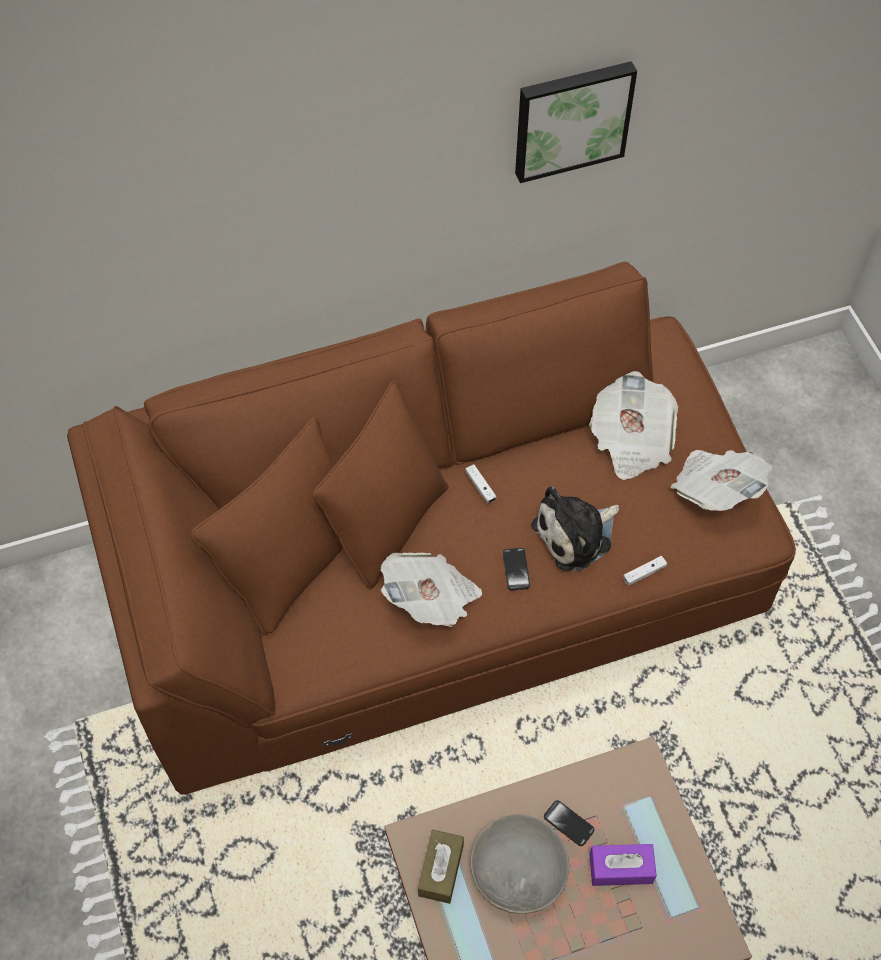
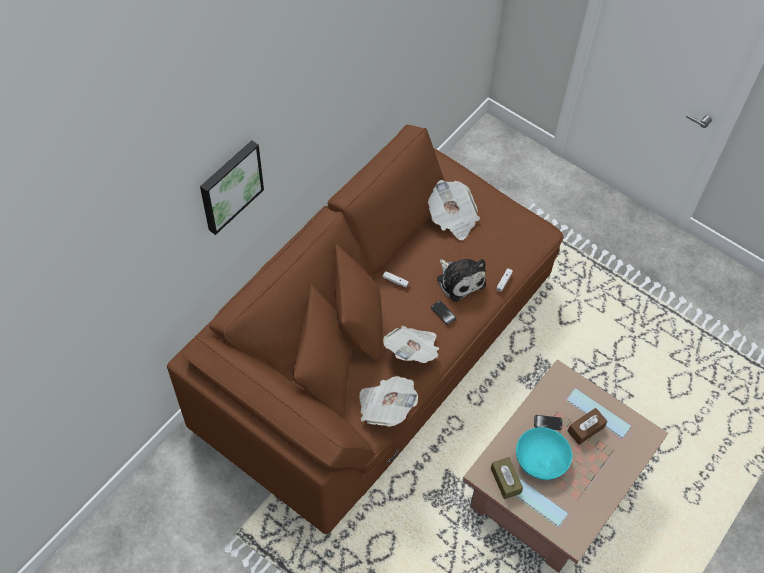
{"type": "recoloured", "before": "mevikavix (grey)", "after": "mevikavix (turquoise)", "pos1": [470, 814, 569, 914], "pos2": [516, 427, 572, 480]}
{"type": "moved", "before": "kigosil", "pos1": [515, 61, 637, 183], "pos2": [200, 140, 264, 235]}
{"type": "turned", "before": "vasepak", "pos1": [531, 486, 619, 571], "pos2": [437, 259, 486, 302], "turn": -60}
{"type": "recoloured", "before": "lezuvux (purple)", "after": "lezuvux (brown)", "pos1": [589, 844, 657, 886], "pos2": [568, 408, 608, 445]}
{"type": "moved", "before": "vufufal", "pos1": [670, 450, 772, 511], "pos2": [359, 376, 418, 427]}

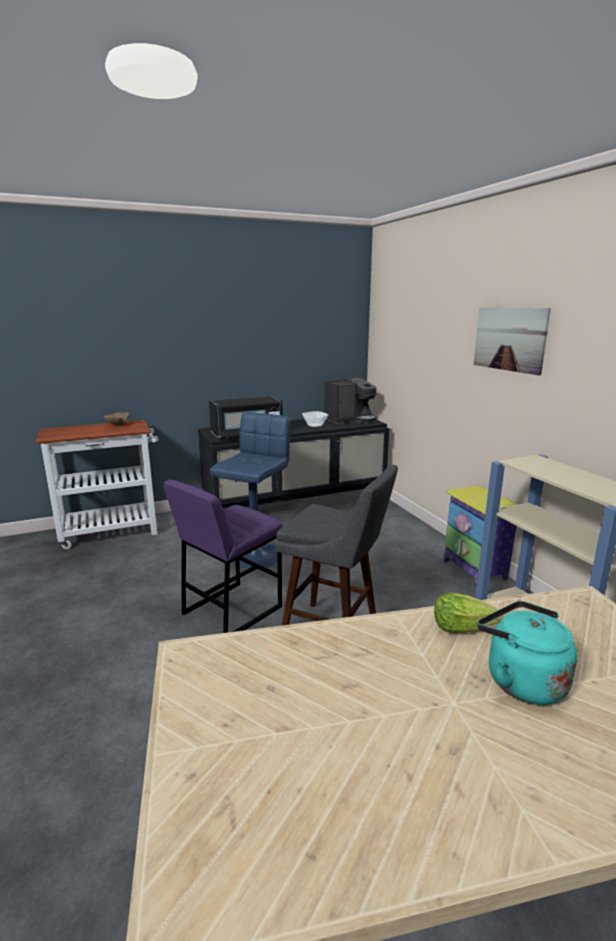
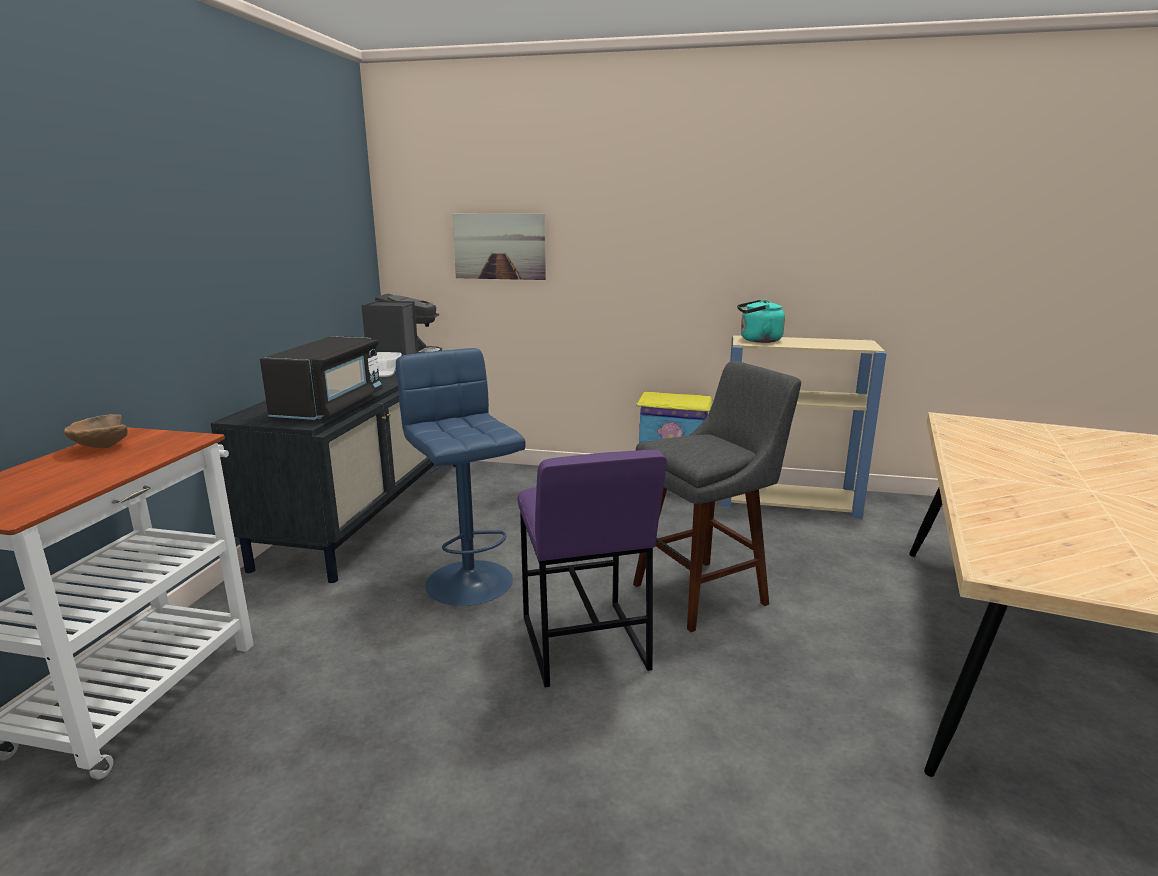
{"type": "removed", "before": "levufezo", "pos1": [434, 592, 503, 633]}
{"type": "moved", "before": "kigosil", "pos1": [474, 307, 551, 375], "pos2": [452, 213, 546, 280]}
{"type": "moved", "before": "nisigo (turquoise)", "pos1": [477, 601, 578, 705], "pos2": [737, 299, 785, 343]}

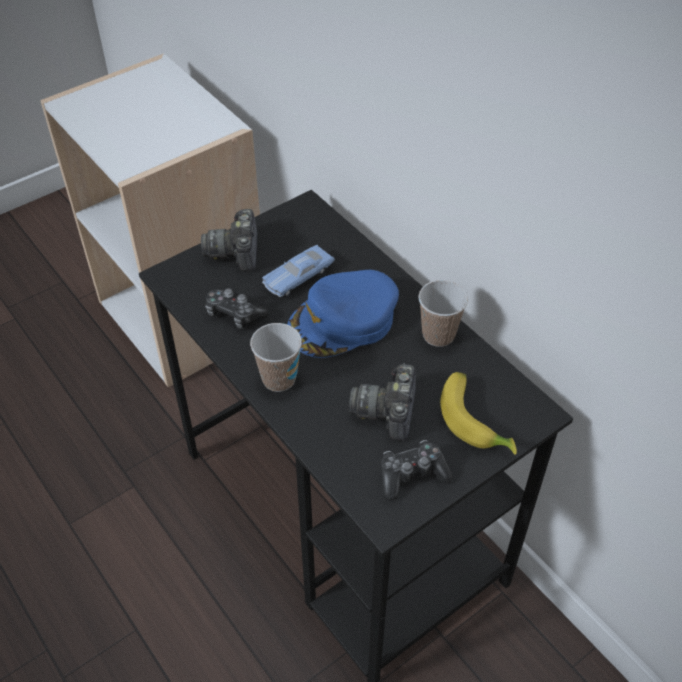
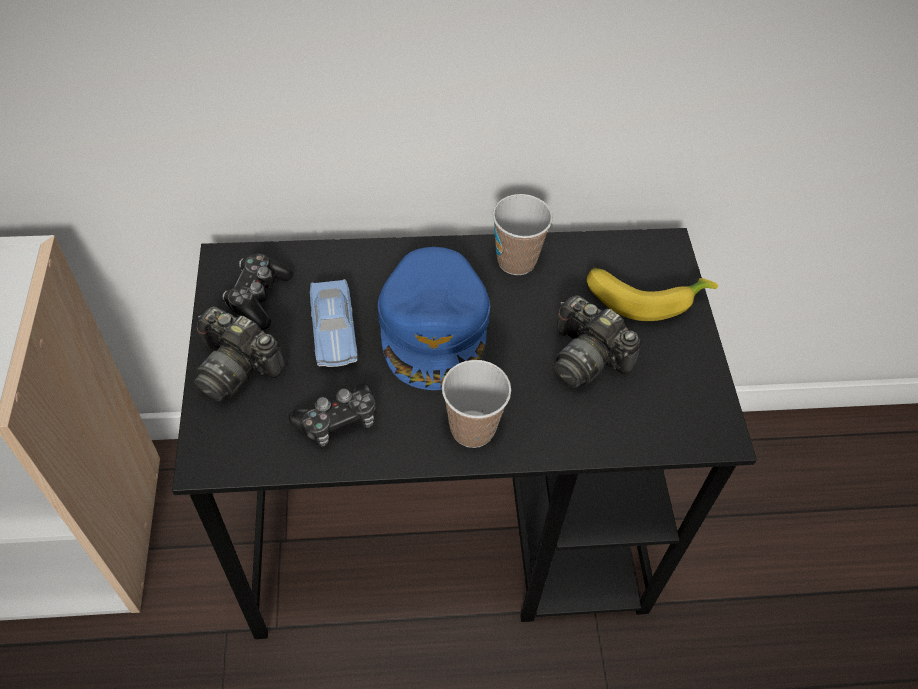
{"type": "moved", "before": "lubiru", "pos1": [381, 440, 453, 501], "pos2": [222, 254, 293, 330]}

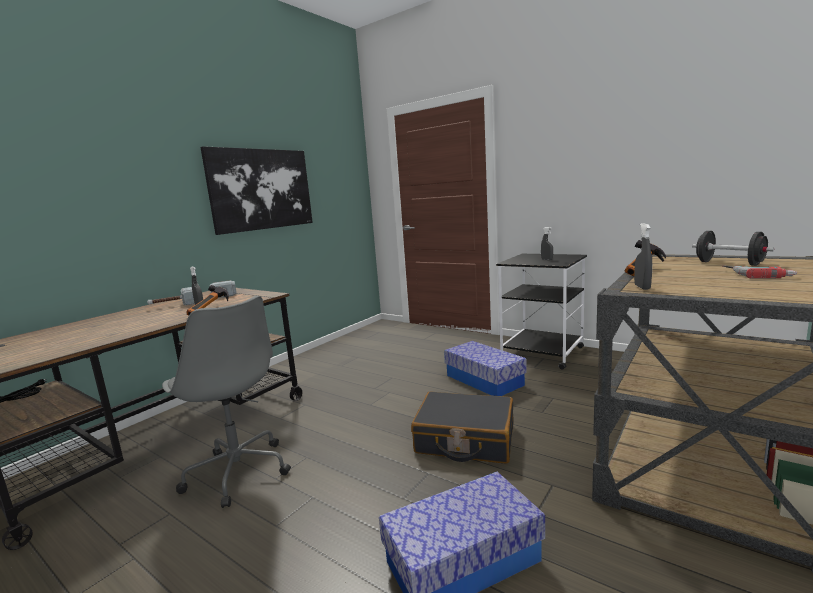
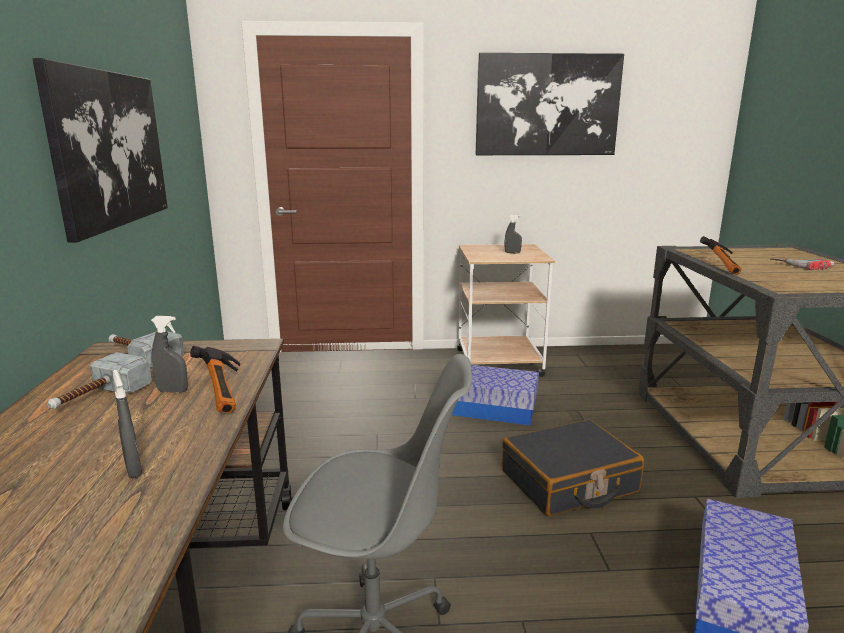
{"type": "recoloured", "before": "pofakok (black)", "after": "pofakok (beige)", "pos1": [496, 254, 587, 369], "pos2": [457, 244, 555, 377]}
{"type": "moved", "before": "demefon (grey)", "pos1": [634, 223, 652, 290], "pos2": [113, 370, 142, 478]}
{"type": "removed", "before": "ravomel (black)", "pos1": [692, 231, 774, 266]}
{"type": "added", "after": "kigosil", "pos2": [476, 53, 624, 155]}

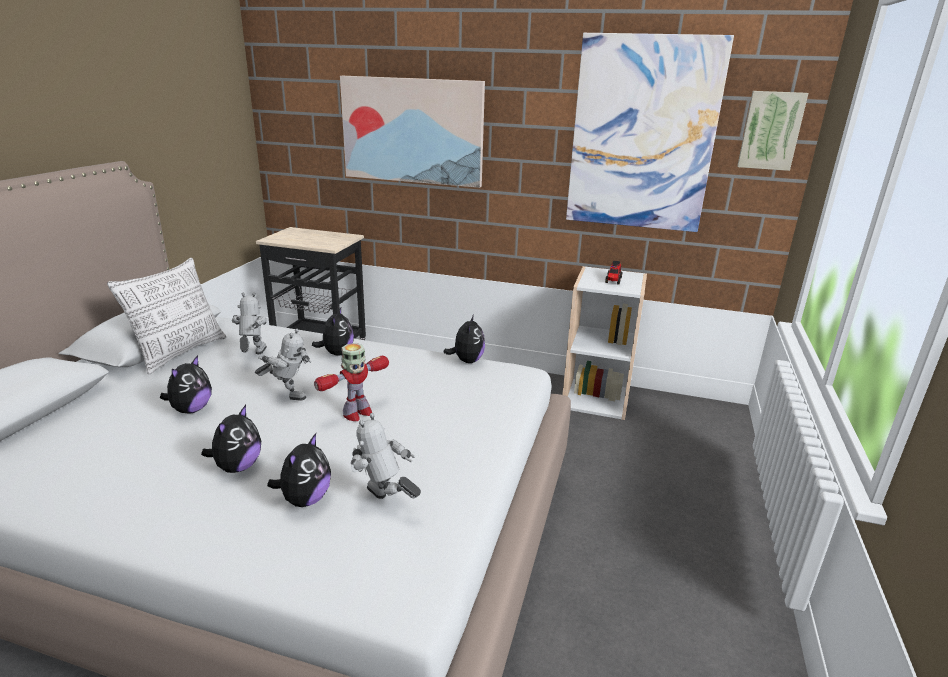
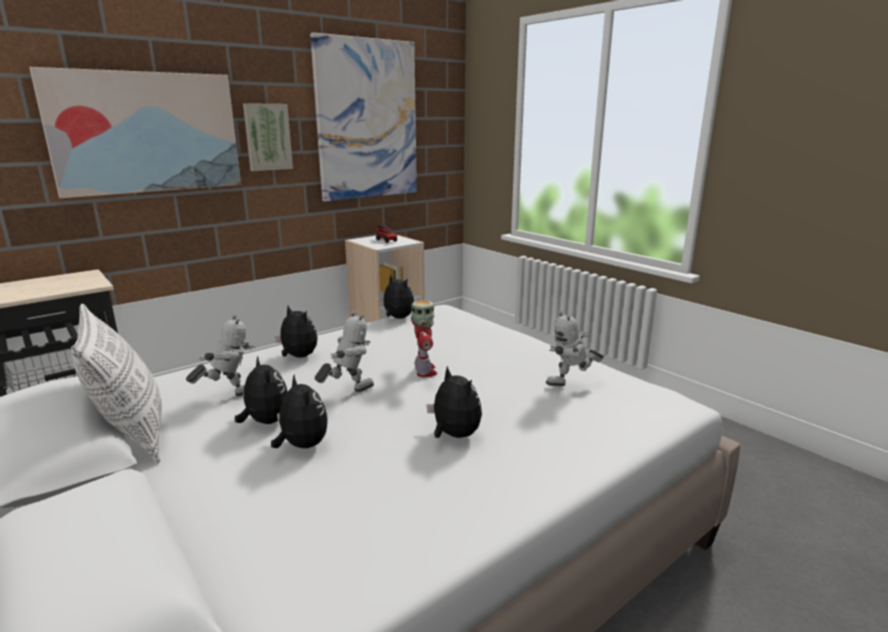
{"type": "turned", "before": "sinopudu", "pos1": [232, 292, 267, 354], "pos2": [186, 314, 256, 396], "turn": 120}
{"type": "moved", "before": "vasepak", "pos1": [267, 433, 331, 507], "pos2": [235, 356, 288, 424]}
{"type": "moved", "before": "kigosil", "pos1": [737, 91, 808, 171], "pos2": [243, 103, 293, 171]}

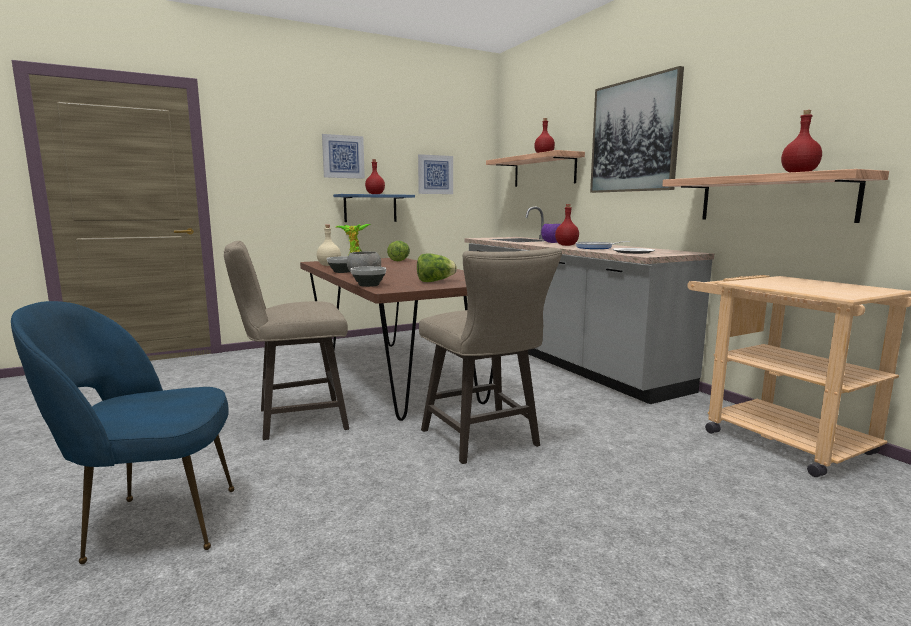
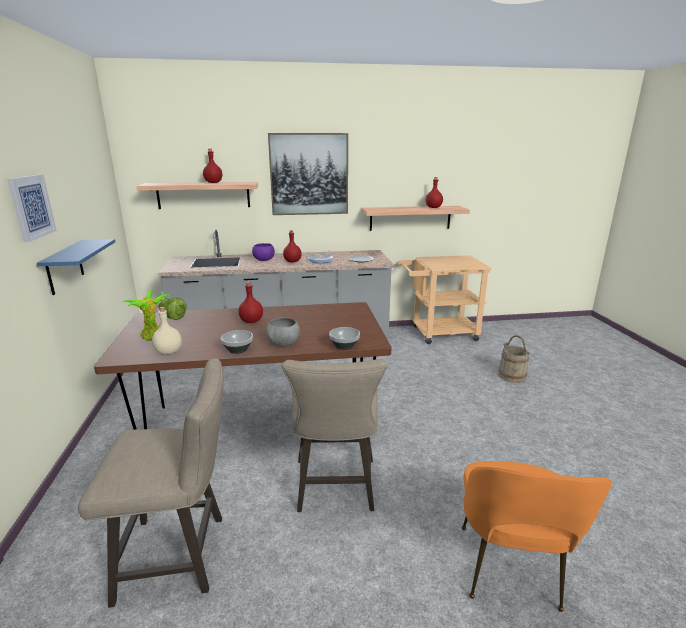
{"type": "recoloured", "before": "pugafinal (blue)", "after": "pugafinal (orange)", "pos1": [11, 301, 234, 564], "pos2": [462, 461, 612, 612]}
{"type": "moved", "before": "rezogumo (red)", "pos1": [365, 159, 385, 194], "pos2": [238, 282, 263, 323]}
{"type": "removed", "before": "levufezo", "pos1": [417, 253, 457, 282]}
{"type": "removed", "before": "kigosil", "pos1": [418, 154, 453, 194]}
{"type": "moved", "before": "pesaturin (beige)", "pos1": [419, 248, 562, 464], "pos2": [78, 358, 224, 608]}
{"type": "added", "after": "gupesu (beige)", "pos2": [498, 335, 530, 383]}

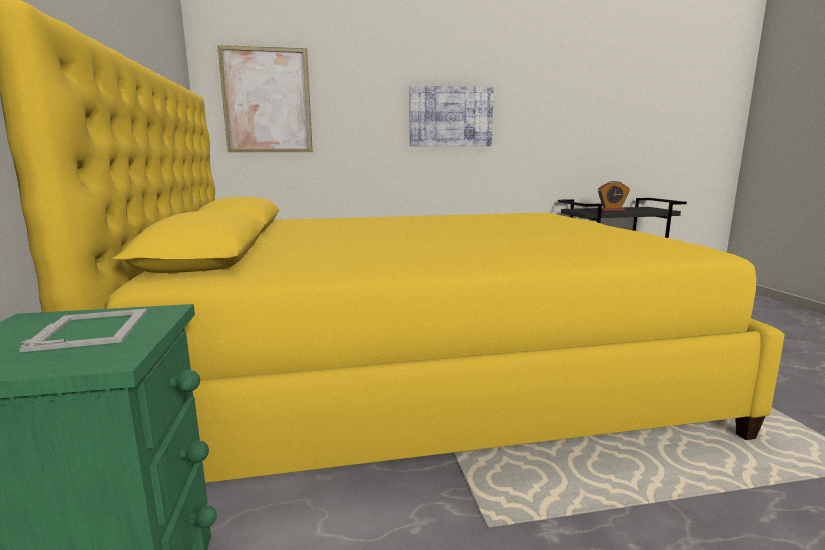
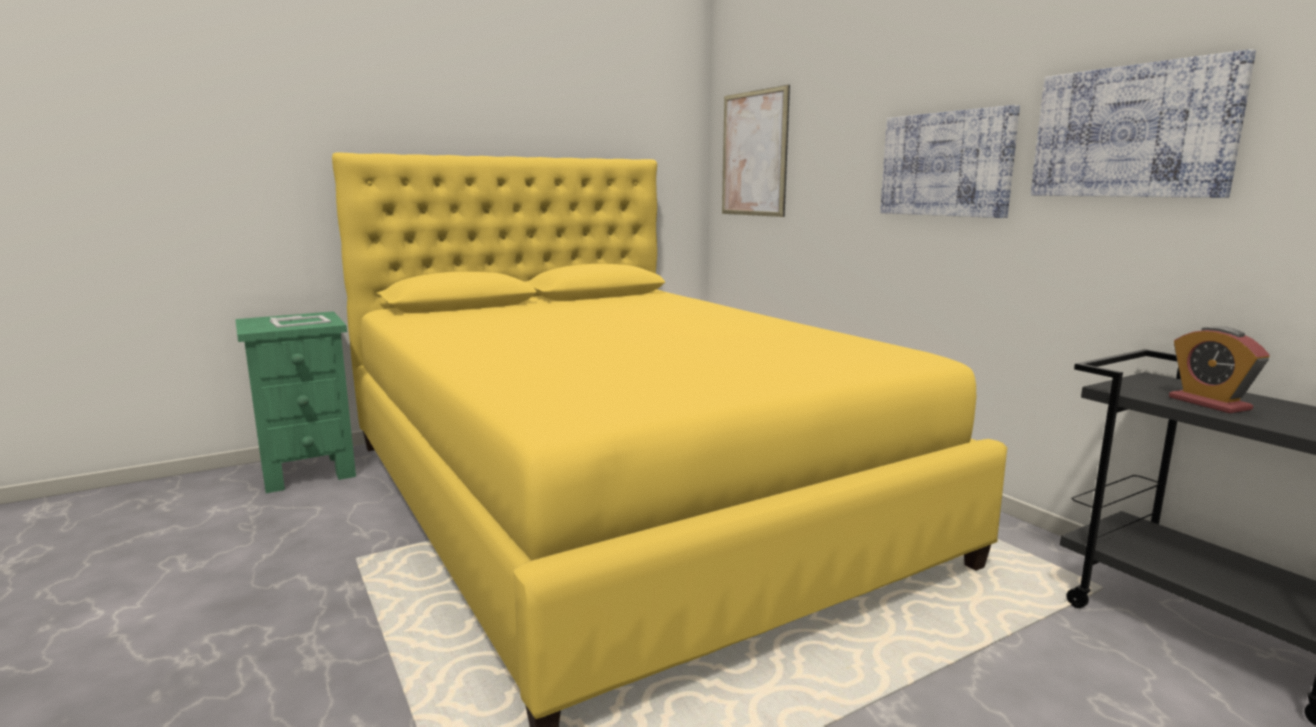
{"type": "added", "after": "kigosil", "pos2": [1031, 49, 1256, 198]}

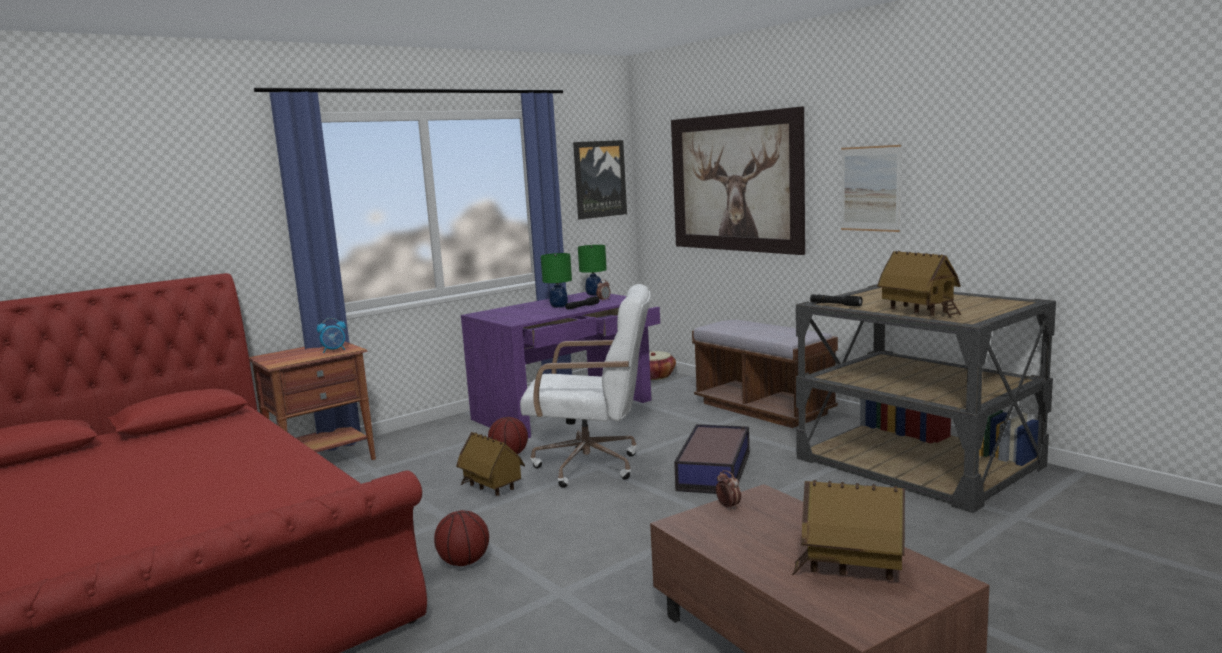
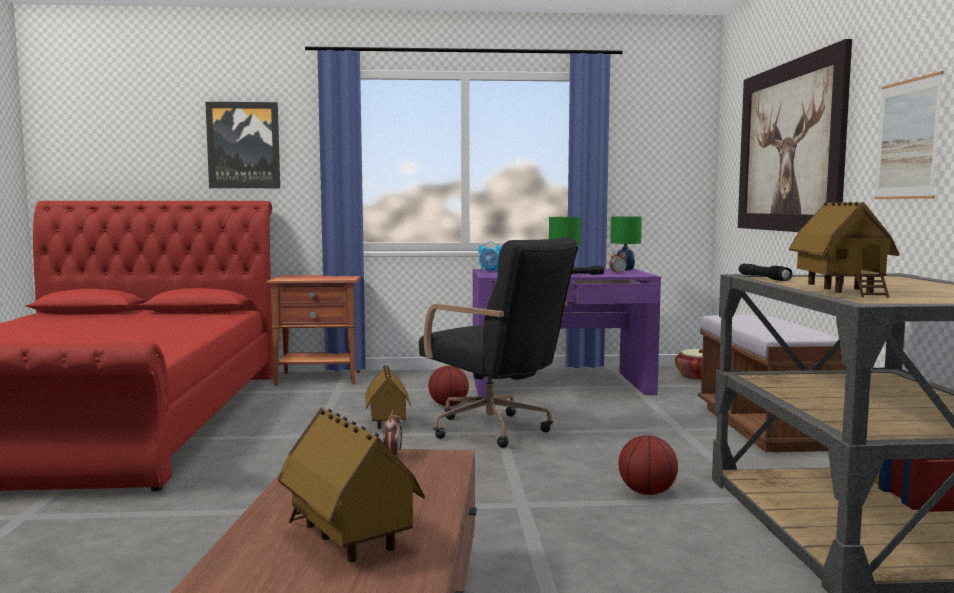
{"type": "moved", "before": "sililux", "pos1": [317, 318, 346, 353], "pos2": [478, 241, 502, 272]}
{"type": "moved", "before": "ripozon", "pos1": [434, 510, 489, 566], "pos2": [619, 435, 678, 495]}
{"type": "recoloured", "before": "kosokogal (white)", "after": "kosokogal (black)", "pos1": [520, 284, 650, 488], "pos2": [419, 237, 578, 448]}
{"type": "moved", "before": "kigosil", "pos1": [573, 140, 627, 220], "pos2": [205, 102, 280, 188]}
{"type": "removed", "before": "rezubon", "pos1": [674, 424, 749, 494]}

